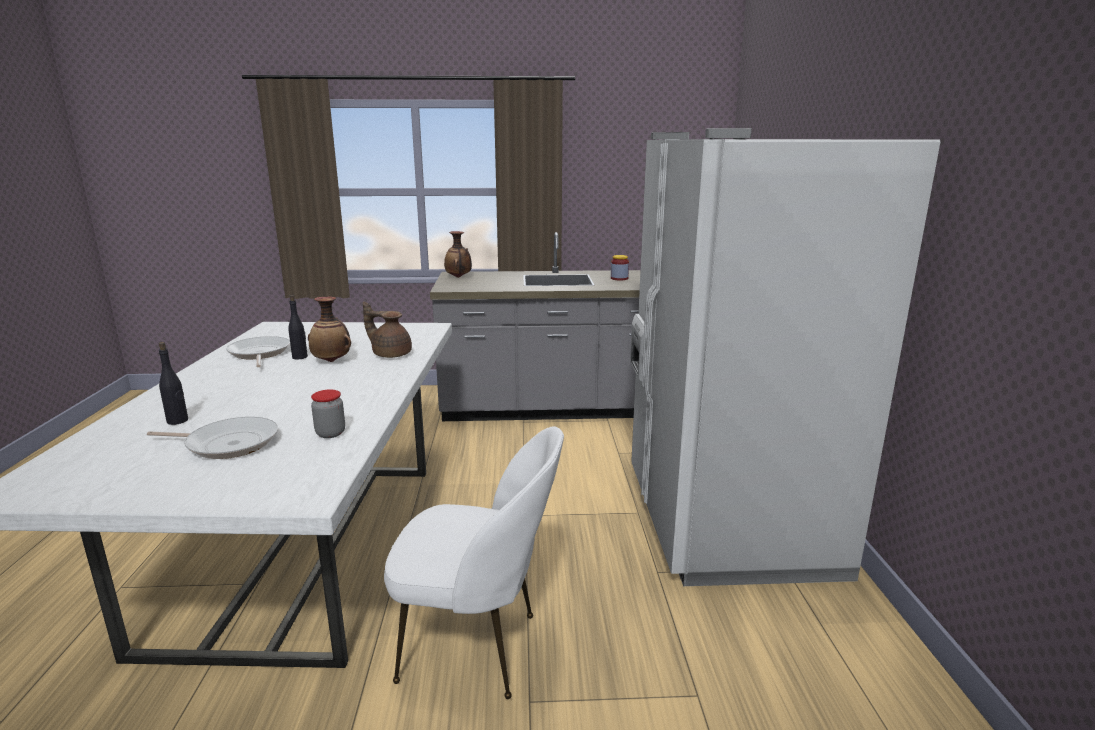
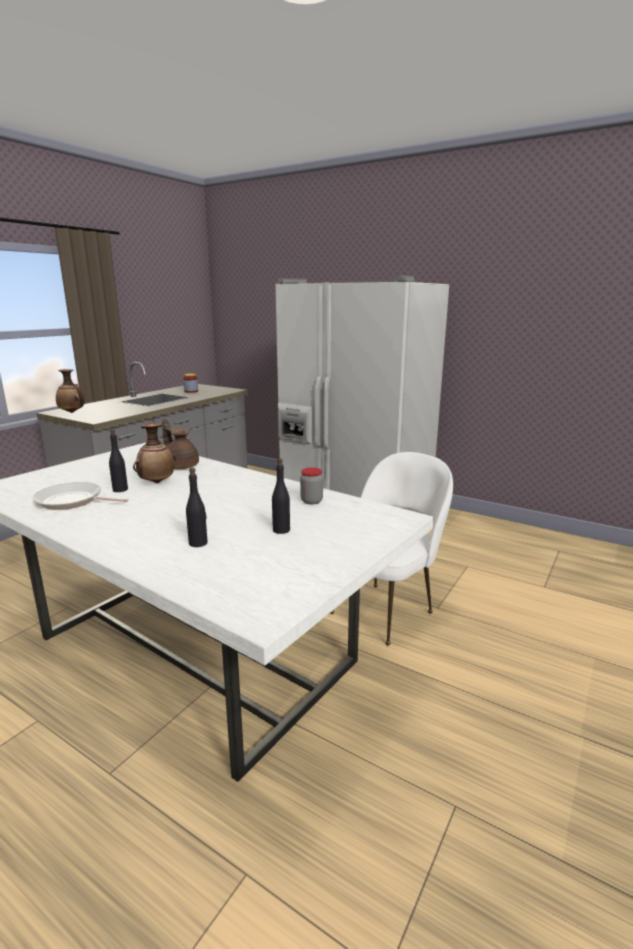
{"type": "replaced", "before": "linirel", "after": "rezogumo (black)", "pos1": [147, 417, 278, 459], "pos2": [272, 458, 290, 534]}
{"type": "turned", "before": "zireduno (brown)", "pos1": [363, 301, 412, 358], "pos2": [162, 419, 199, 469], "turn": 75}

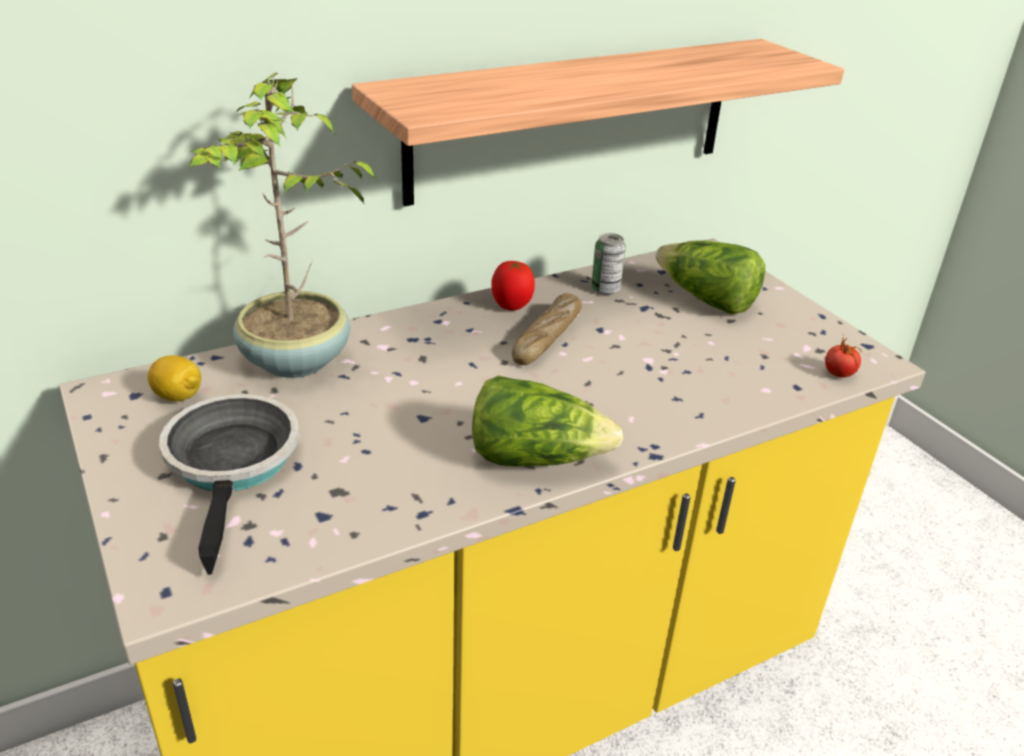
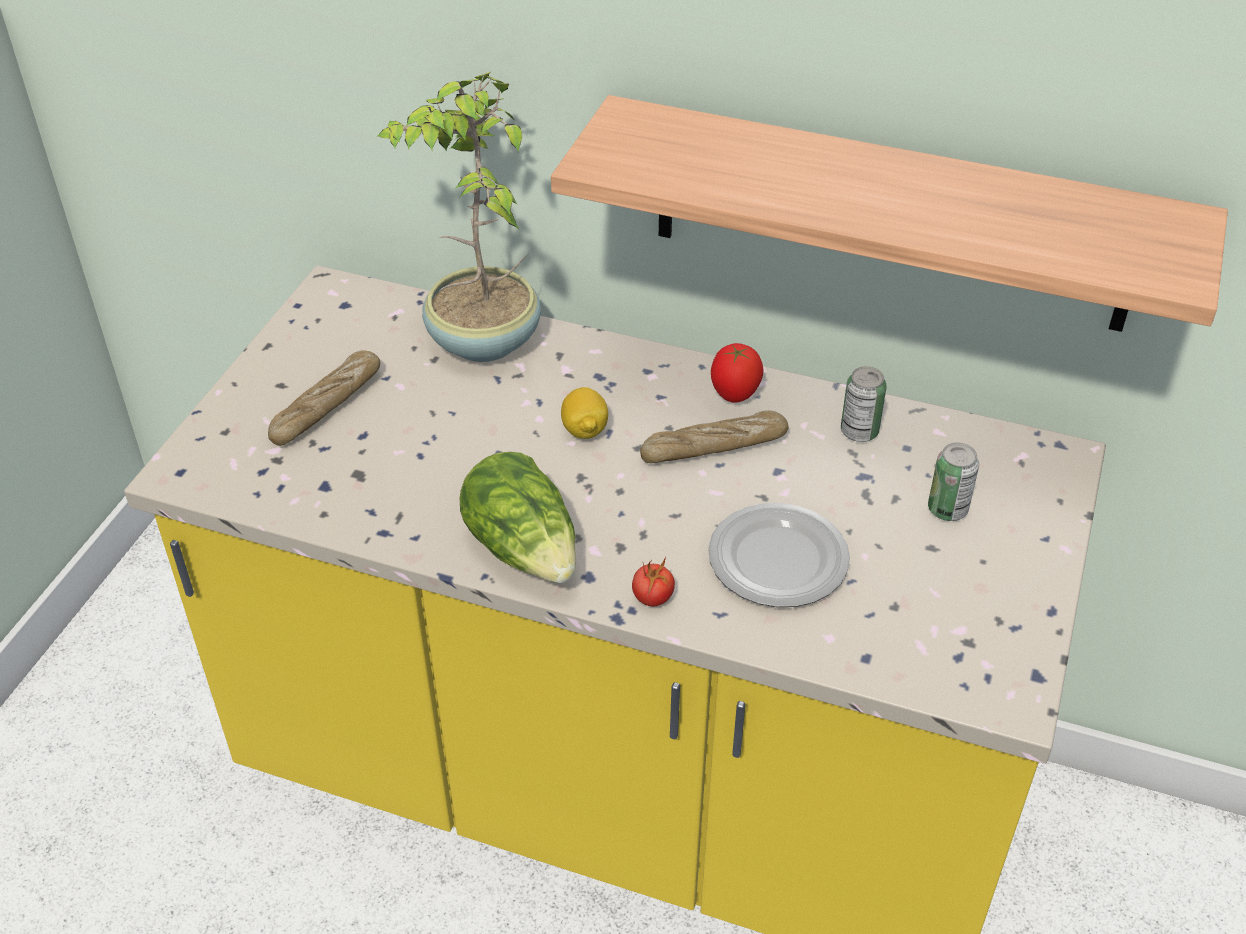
{"type": "moved", "before": "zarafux", "pos1": [148, 355, 201, 401], "pos2": [561, 387, 608, 439]}
{"type": "replaced", "before": "linirel", "after": "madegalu", "pos1": [159, 394, 299, 575], "pos2": [268, 350, 380, 446]}
{"type": "replaced", "before": "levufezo", "after": "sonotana", "pos1": [655, 240, 765, 314], "pos2": [928, 442, 979, 521]}
{"type": "moved", "before": "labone", "pos1": [825, 334, 862, 378], "pos2": [632, 556, 675, 606]}
{"type": "added", "after": "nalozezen", "pos2": [708, 503, 850, 607]}

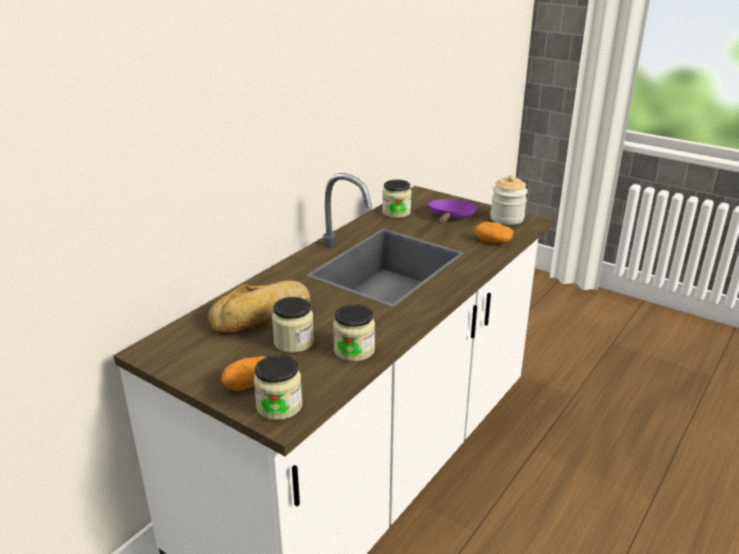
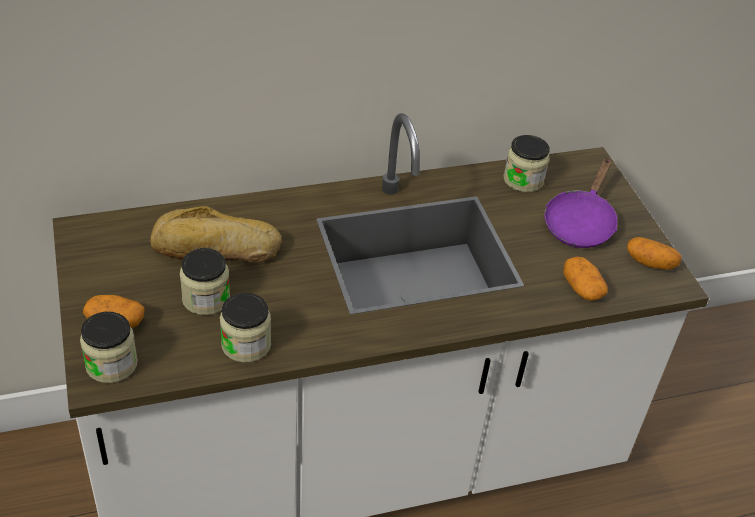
{"type": "turned", "before": "linirel (purple)", "pos1": [428, 199, 478, 224], "pos2": [544, 158, 618, 248], "turn": 150}
{"type": "replaced", "before": "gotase", "after": "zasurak", "pos1": [490, 175, 528, 225], "pos2": [627, 237, 681, 270]}

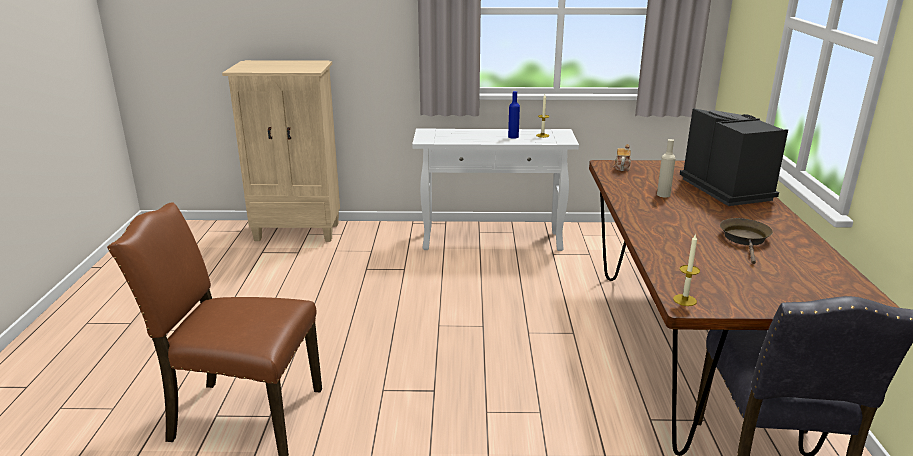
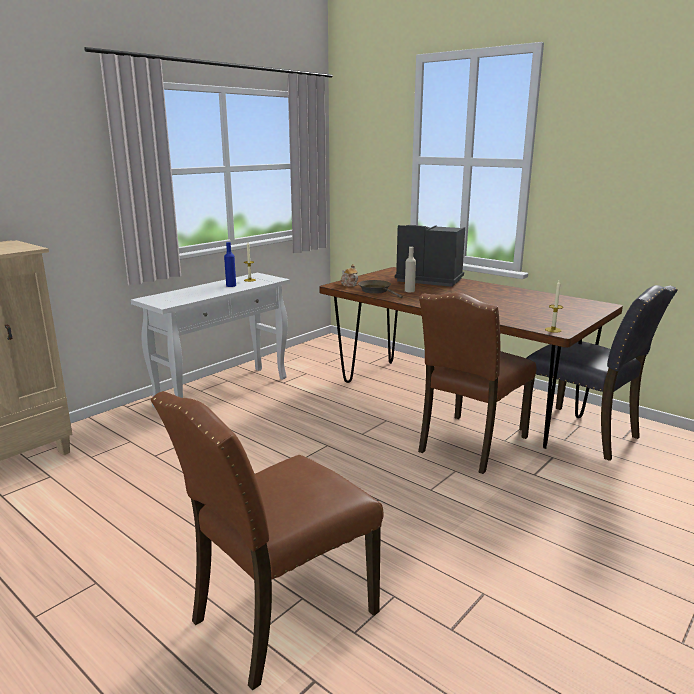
{"type": "moved", "before": "linirel (brown)", "pos1": [720, 218, 773, 264], "pos2": [358, 280, 403, 298]}
{"type": "added", "after": "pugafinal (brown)", "pos2": [418, 293, 536, 474]}

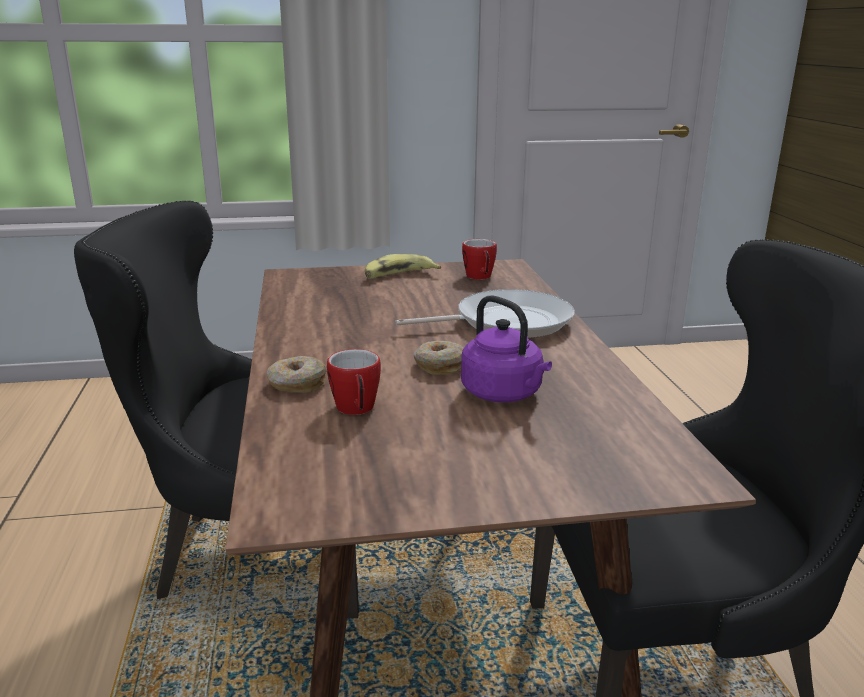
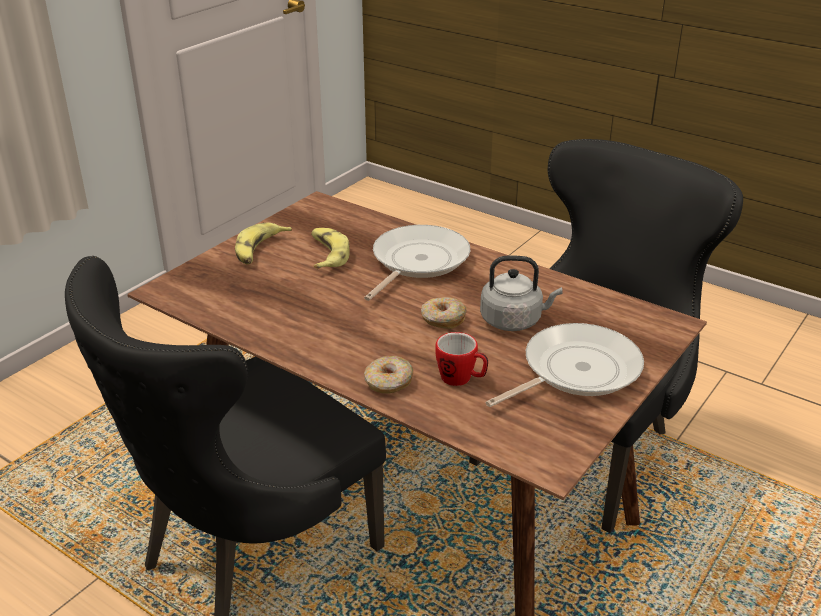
{"type": "recoloured", "before": "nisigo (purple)", "after": "nisigo (grey)", "pos1": [461, 295, 552, 402], "pos2": [480, 255, 563, 331]}
{"type": "removed", "before": "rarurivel", "pos1": [462, 239, 497, 280]}
{"type": "added", "after": "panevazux", "pos2": [311, 228, 350, 269]}
{"type": "added", "after": "linirel", "pos2": [485, 323, 644, 407]}

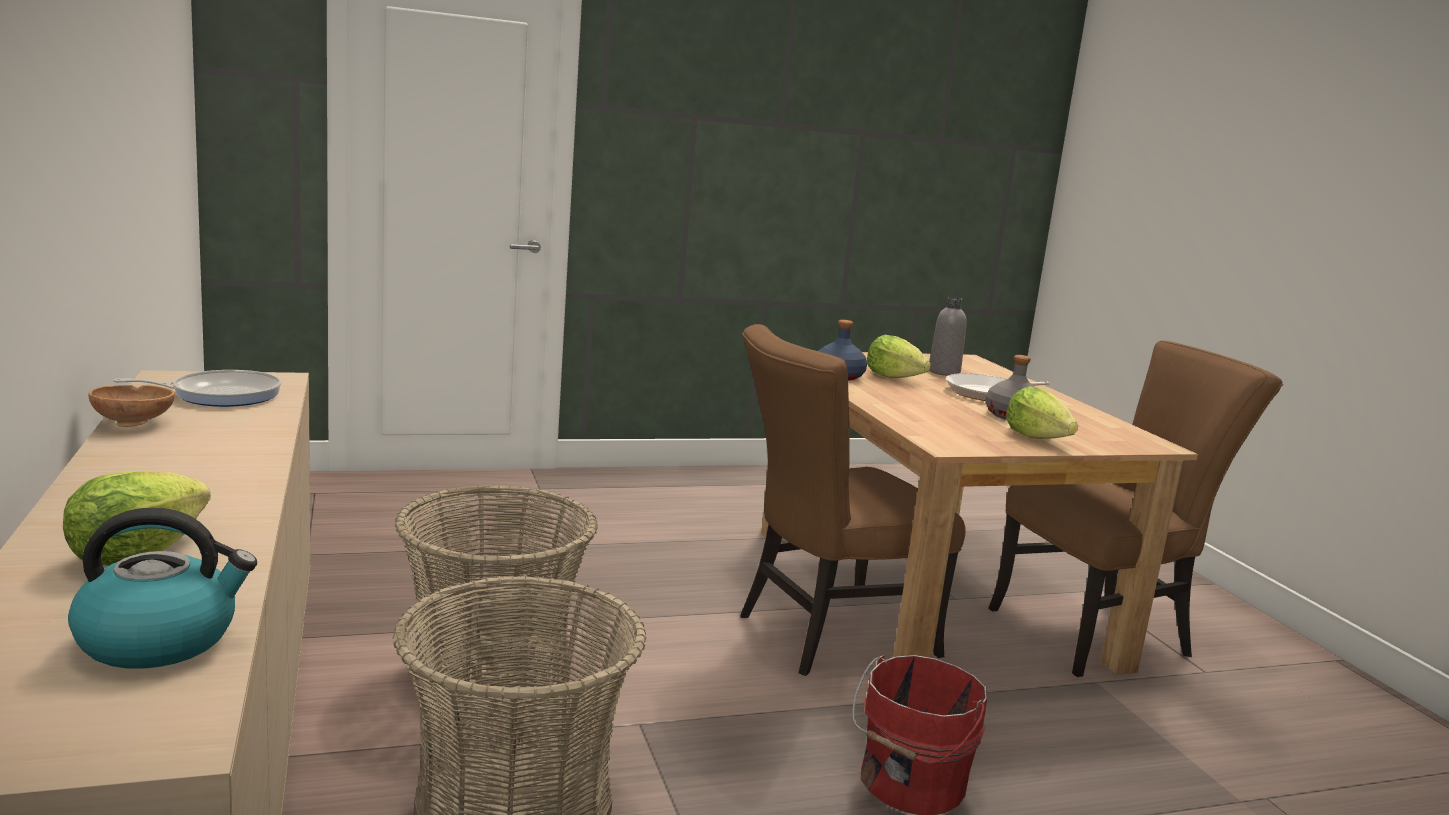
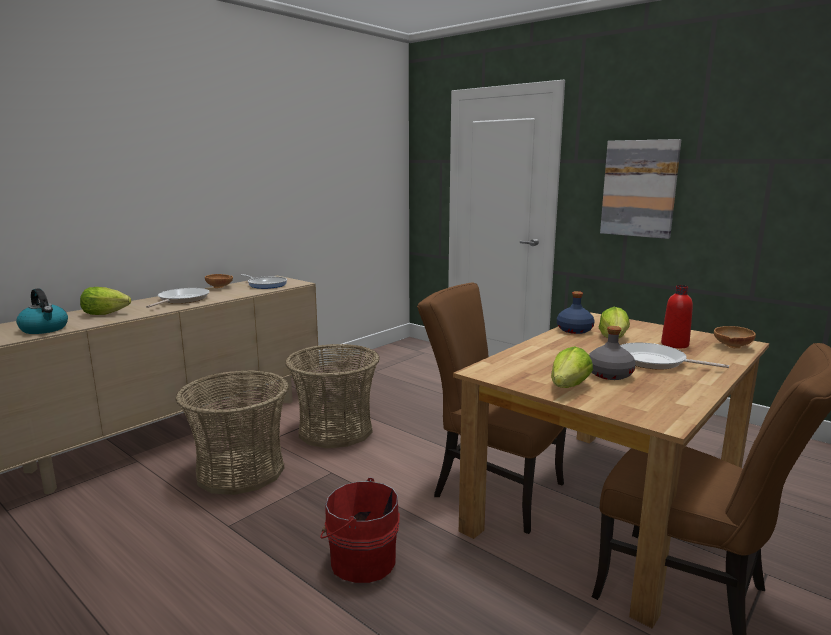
{"type": "recoloured", "before": "rezogumo (grey)", "after": "rezogumo (red)", "pos1": [929, 297, 967, 376], "pos2": [661, 285, 693, 348]}
{"type": "added", "after": "linirel", "pos2": [146, 288, 209, 308]}
{"type": "added", "after": "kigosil", "pos2": [600, 139, 681, 239]}
{"type": "added", "after": "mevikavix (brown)", "pos2": [714, 326, 756, 348]}

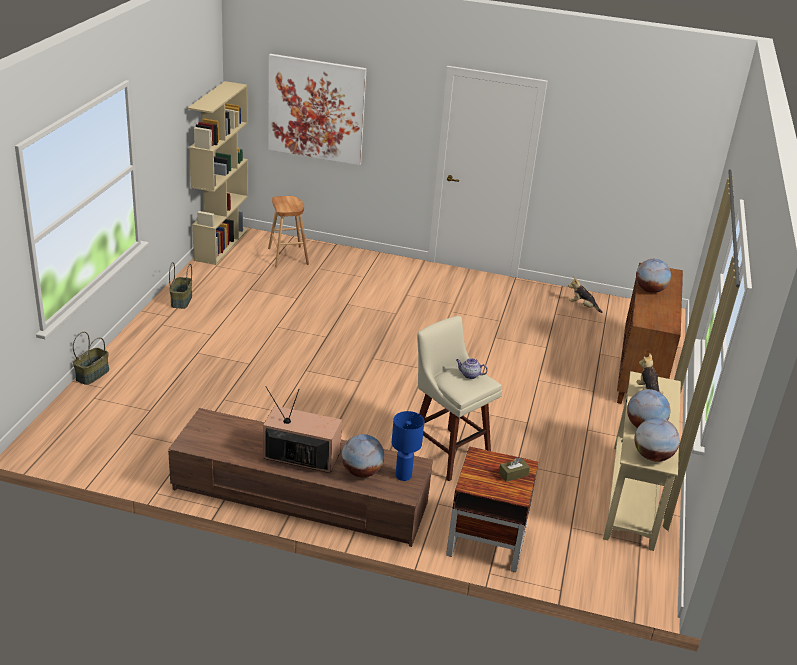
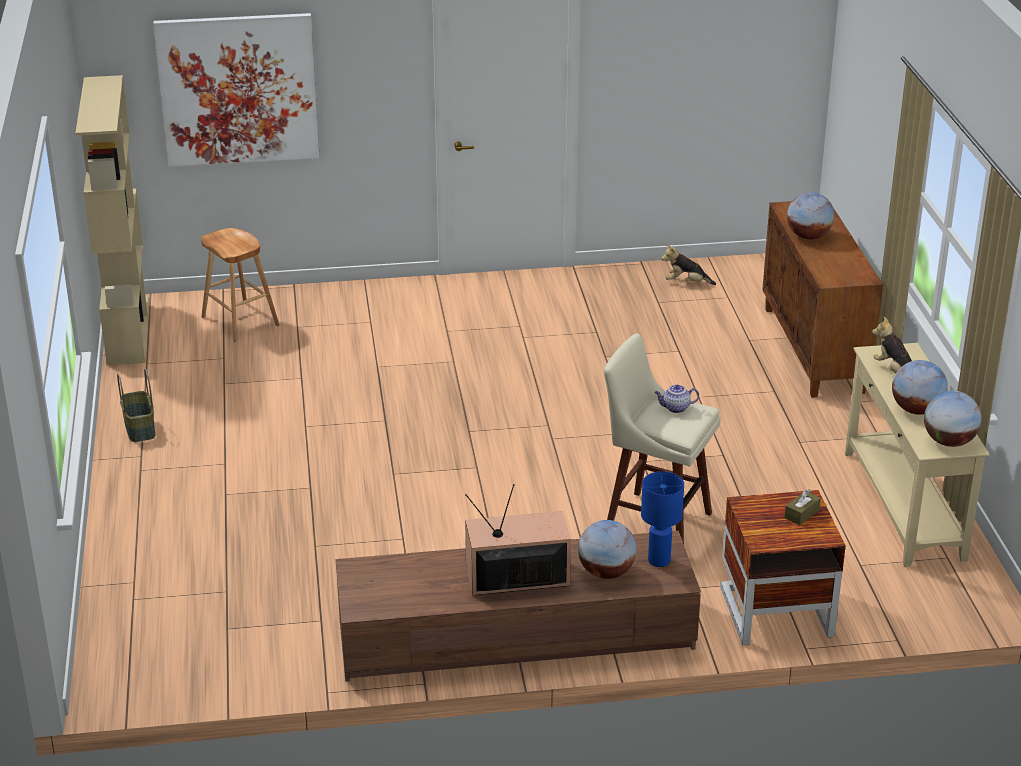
{"type": "removed", "before": "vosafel", "pos1": [73, 332, 109, 385]}

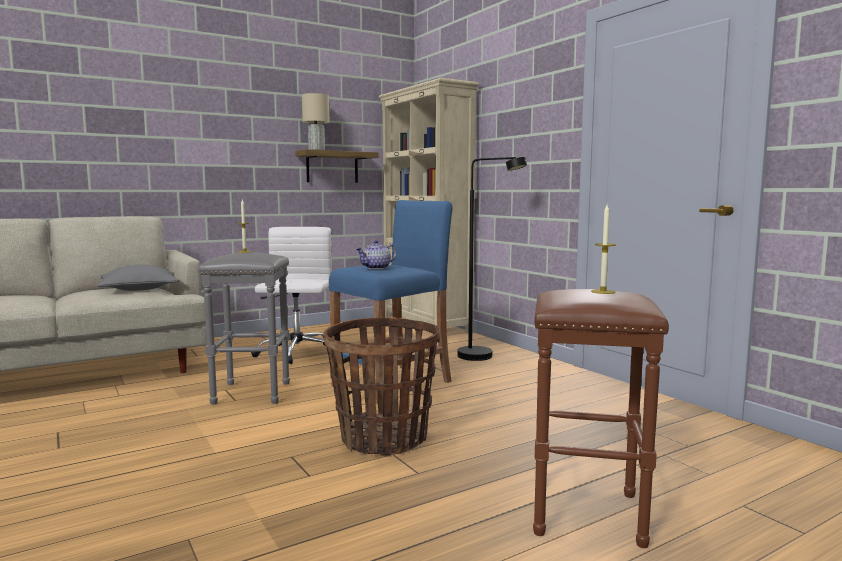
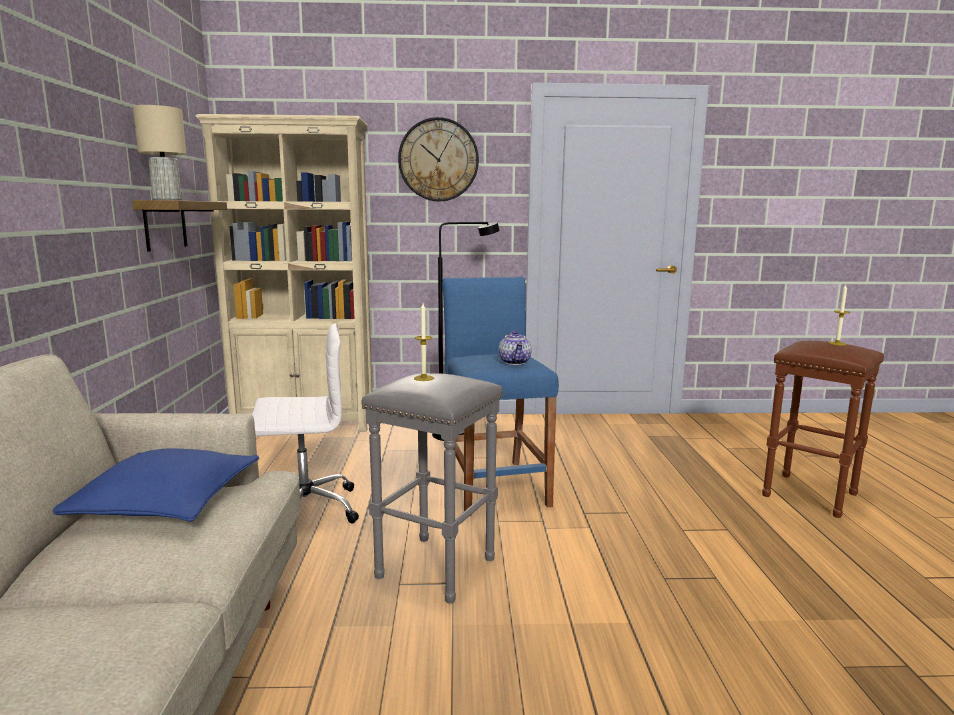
{"type": "recoloured", "before": "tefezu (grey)", "after": "tefezu (blue)", "pos1": [97, 265, 180, 291], "pos2": [53, 448, 259, 522]}
{"type": "turned", "before": "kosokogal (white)", "pos1": [251, 227, 332, 364], "pos2": [251, 323, 359, 523], "turn": 135}
{"type": "removed", "before": "vosafel", "pos1": [324, 317, 440, 455]}
{"type": "added", "after": "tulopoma", "pos2": [398, 117, 479, 201]}

